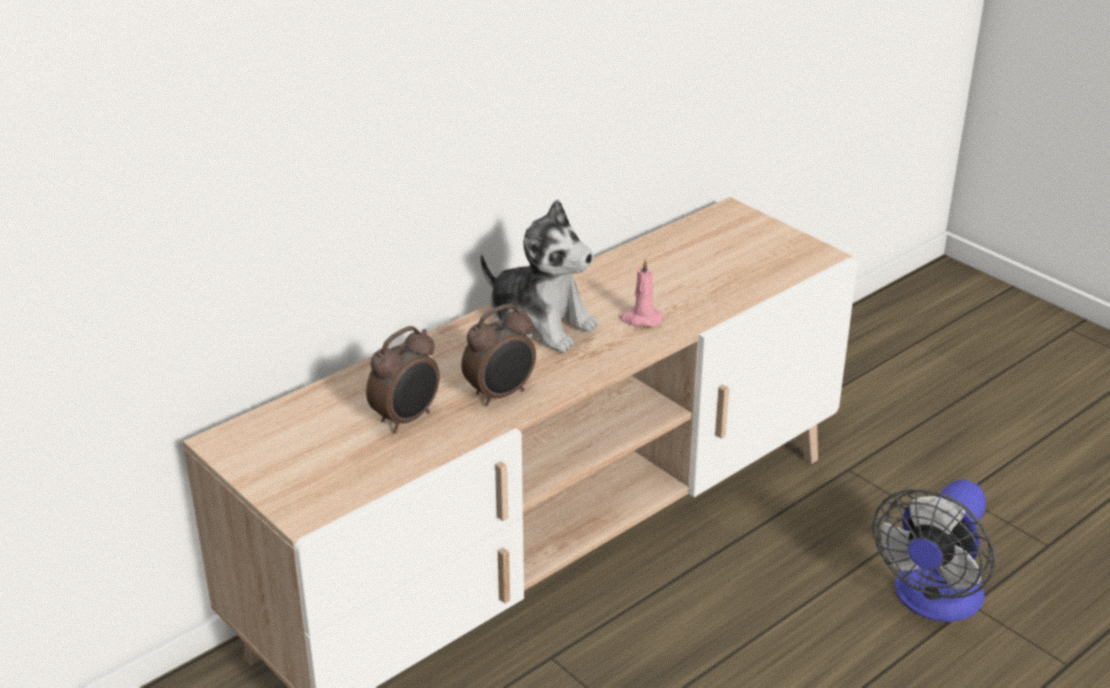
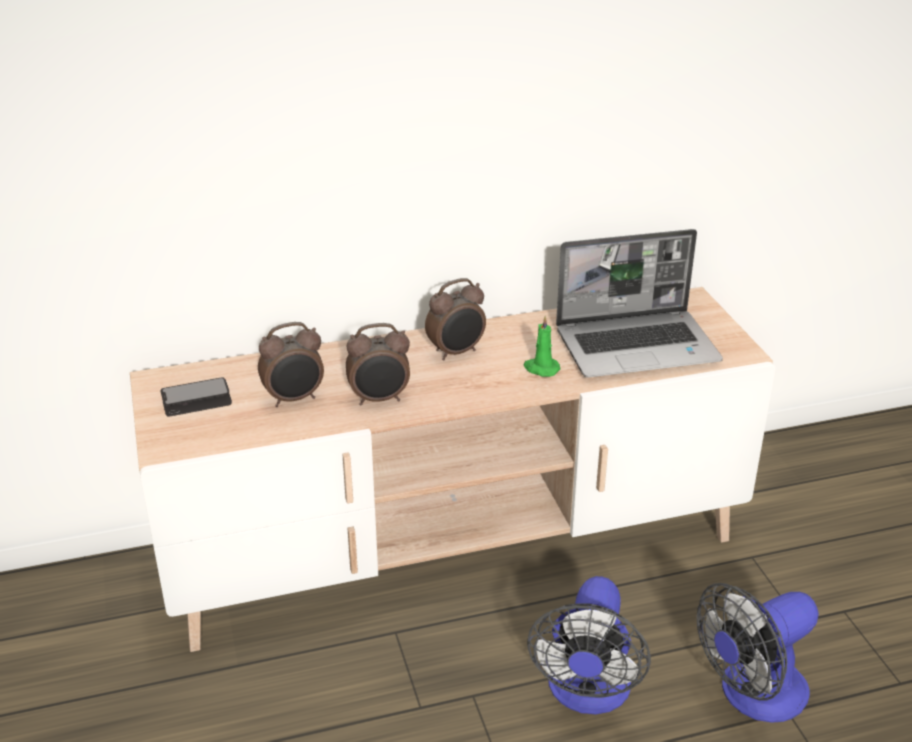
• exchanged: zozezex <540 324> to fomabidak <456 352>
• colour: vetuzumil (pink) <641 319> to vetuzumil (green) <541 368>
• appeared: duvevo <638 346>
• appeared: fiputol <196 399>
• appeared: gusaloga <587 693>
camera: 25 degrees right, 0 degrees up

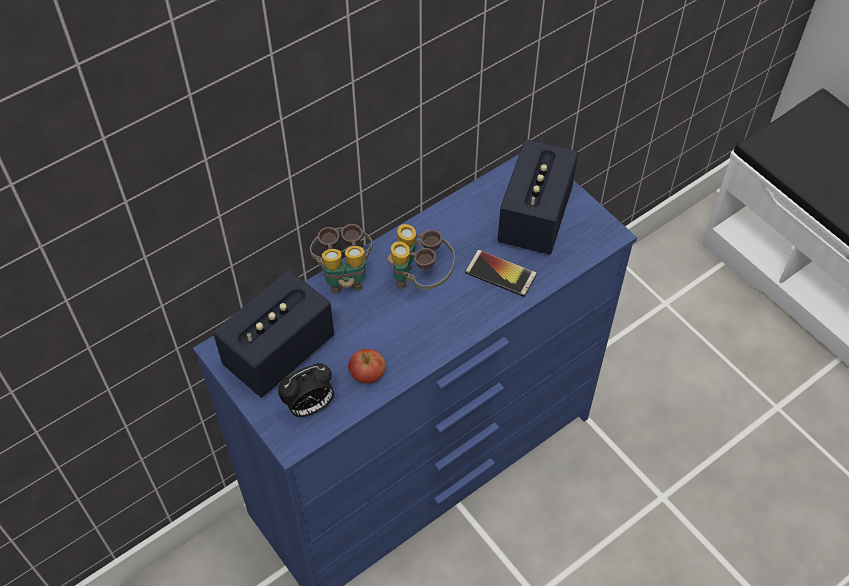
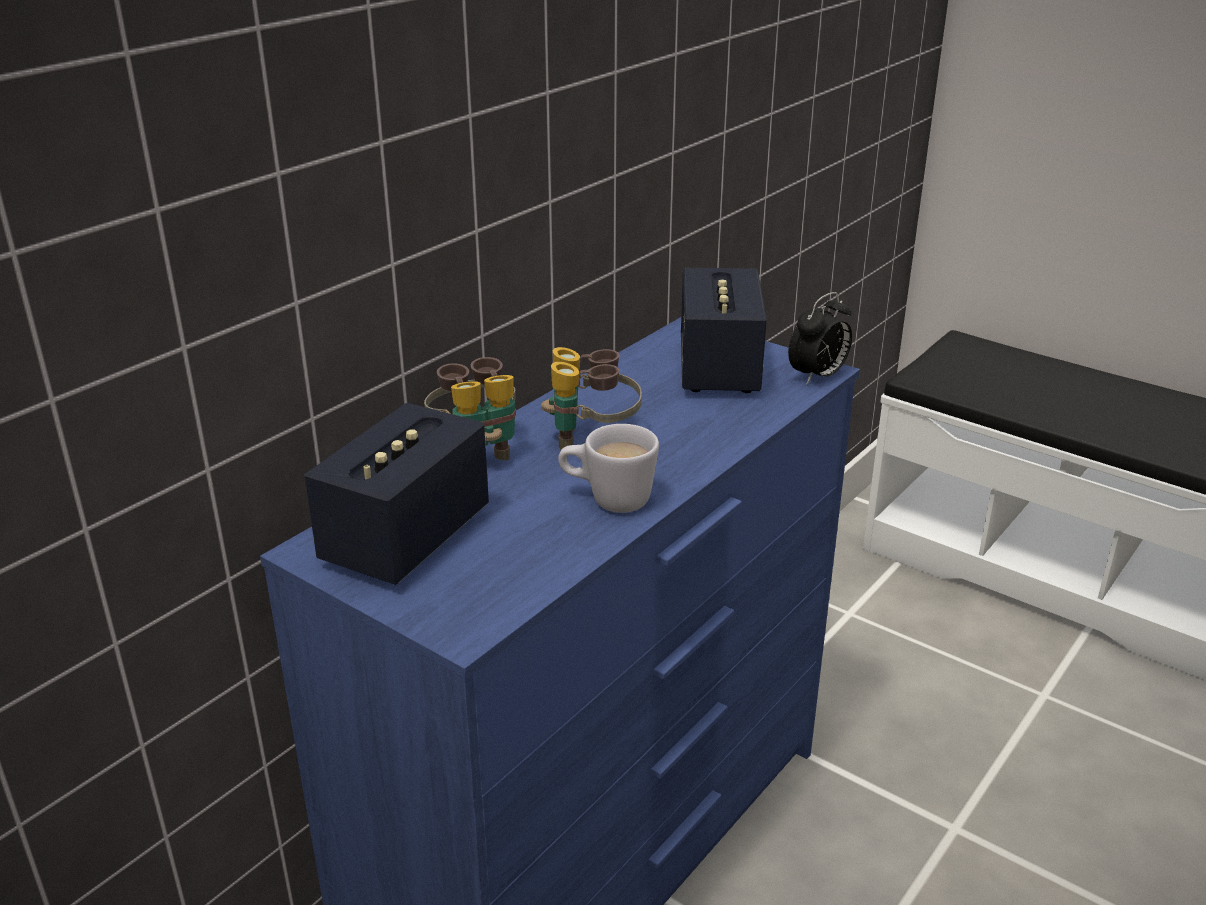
• missing: fiputol <500 273>
• missing: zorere <367 375>
• relocated: fomabidak <309 406> to <818 377>
• appeared: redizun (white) <607 499>
camera: 15 degrees left, 25 degrees down

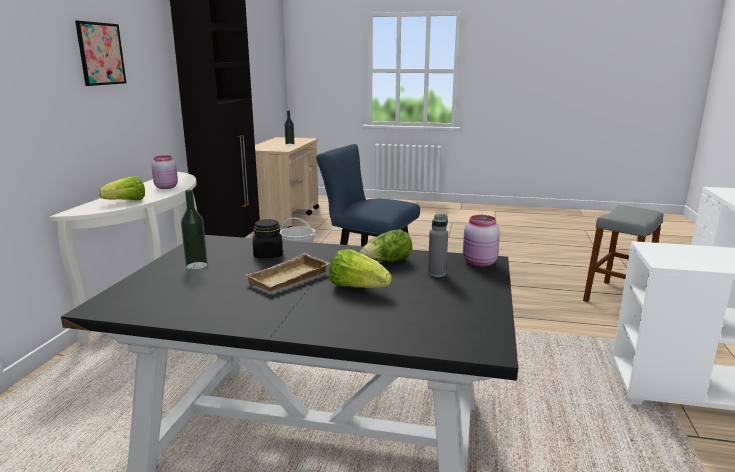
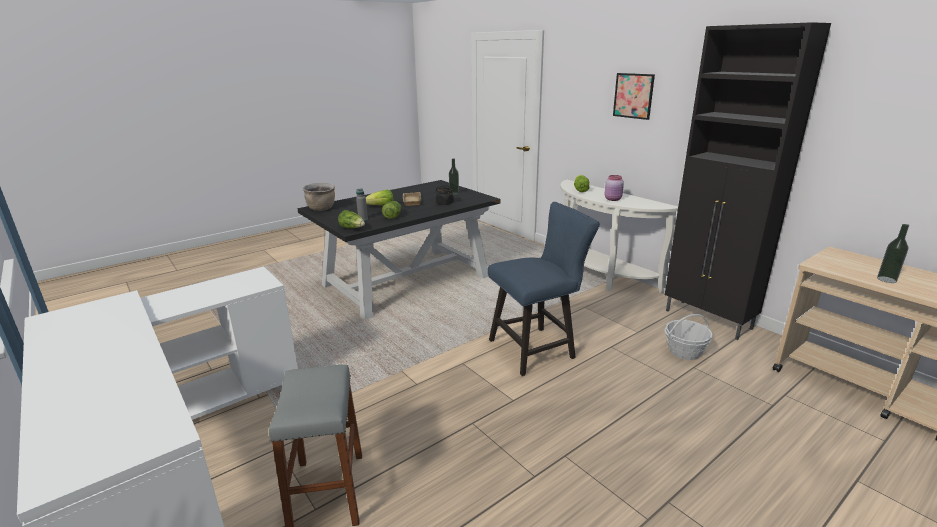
• exchanged: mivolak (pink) <479 263> to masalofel <352 228>
• appeared: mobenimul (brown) <322 209>
camera: 130 degrees right, 5 degrees up

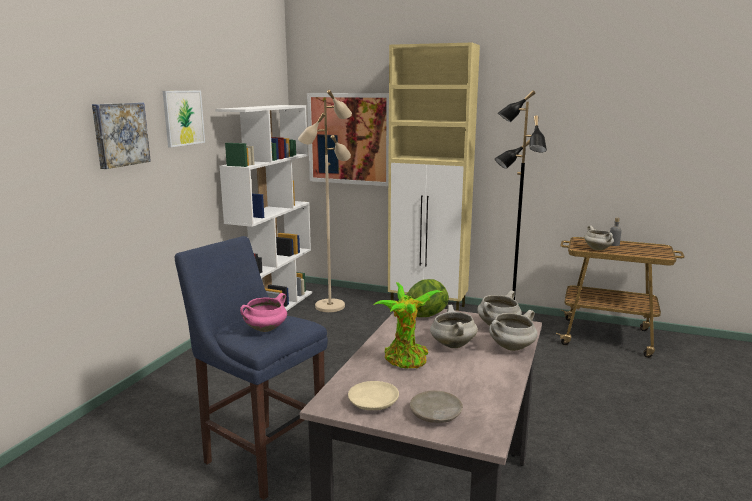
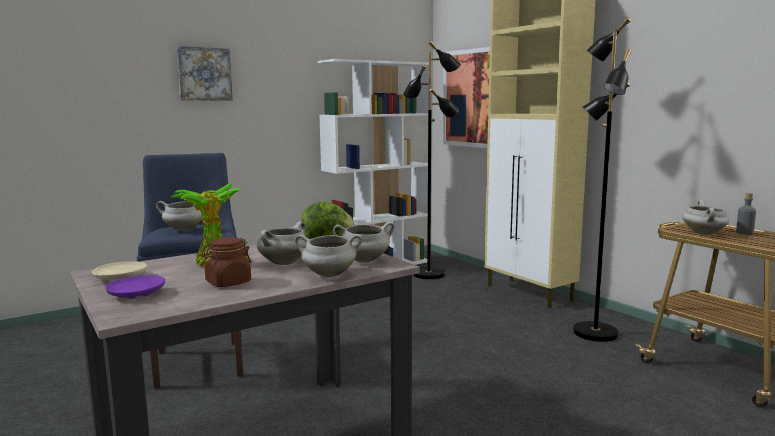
• missing: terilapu <183 118>
• colour: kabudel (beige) <330 306> to kabudel (black) <429 274>
• colour: mobenimul (pink) <265 329> to mobenimul (white) <183 230>
• colour: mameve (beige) <435 415> to mameve (purple) <136 295>
• appeared: mivolak (brown) <228 283>
camera: 35 degrees right, 5 degrees down

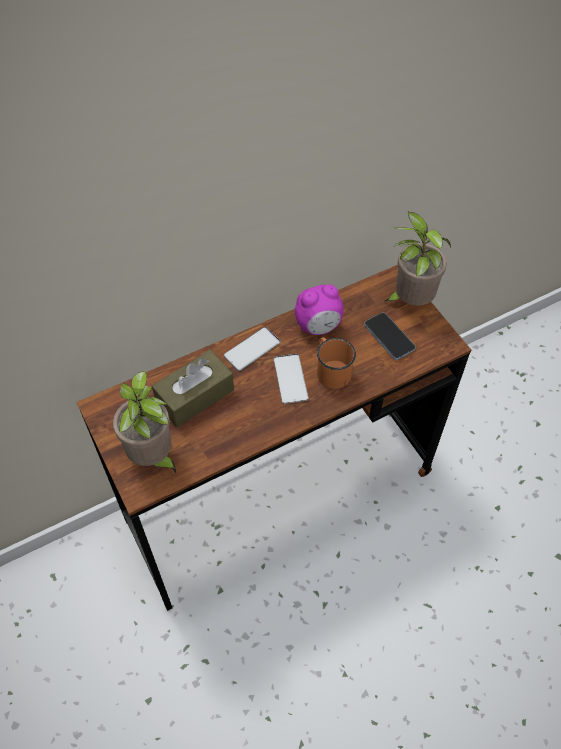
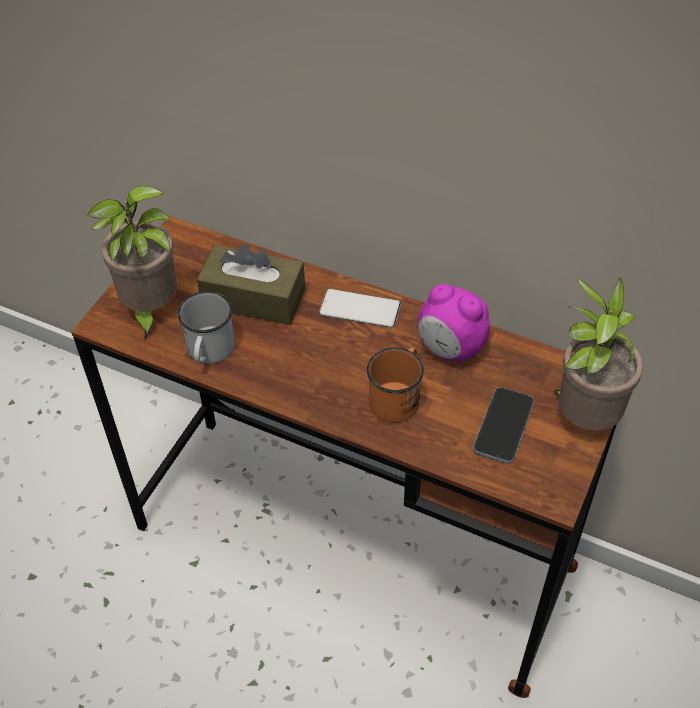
• missing: fiputol <290 379>
• appeared: redizun (white) <209 352>
camera: 55 degrees right, 5 degrees down

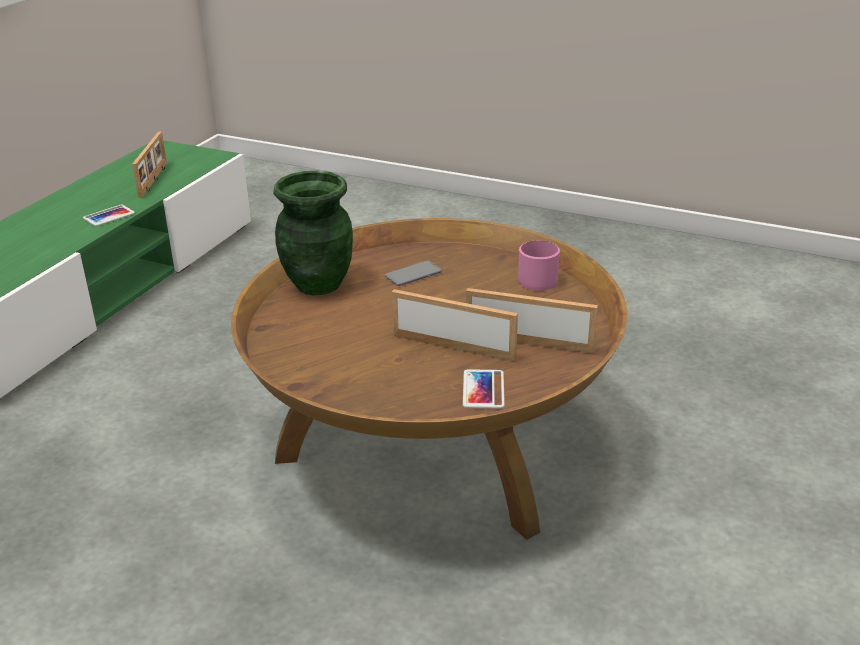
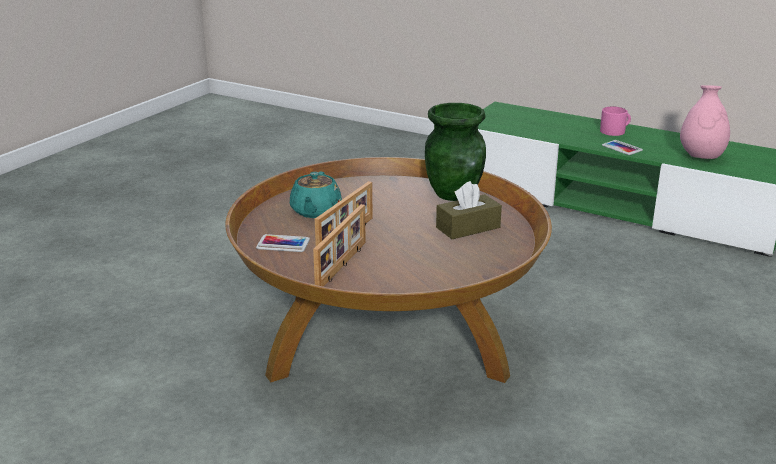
• exchanged: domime <154 180> to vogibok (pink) <701 157>
• relocated: redizun (pink) <535 278> to <615 131>
• exchanged: fiputol <413 274> to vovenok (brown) <468 227>
• appeared: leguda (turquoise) <315 211>
camera: 95 degrees right, 5 degrees down

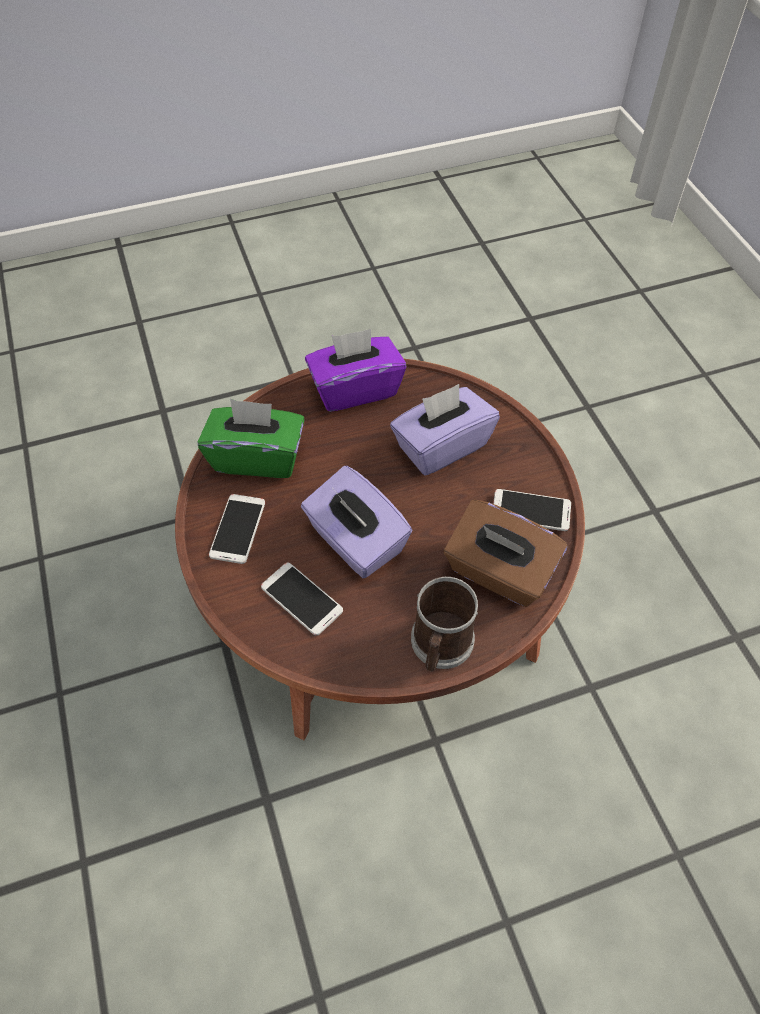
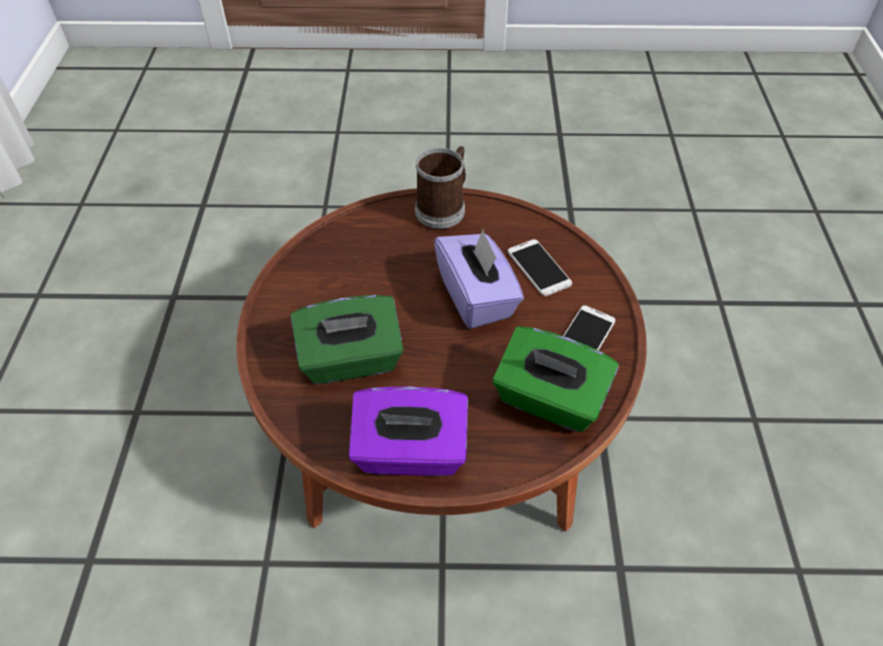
• colour: vovenok (purple) <441 446> to vovenok (green) <351 361>
• missing: fiputol <531 510>
• missing: vovenok (brown) <499 572>
camera: 160 degrees left, 5 degrees down

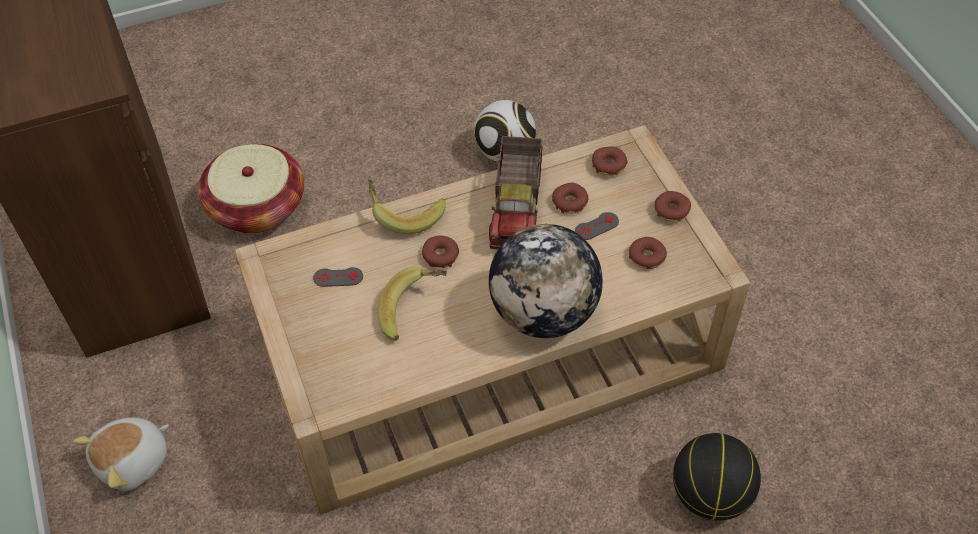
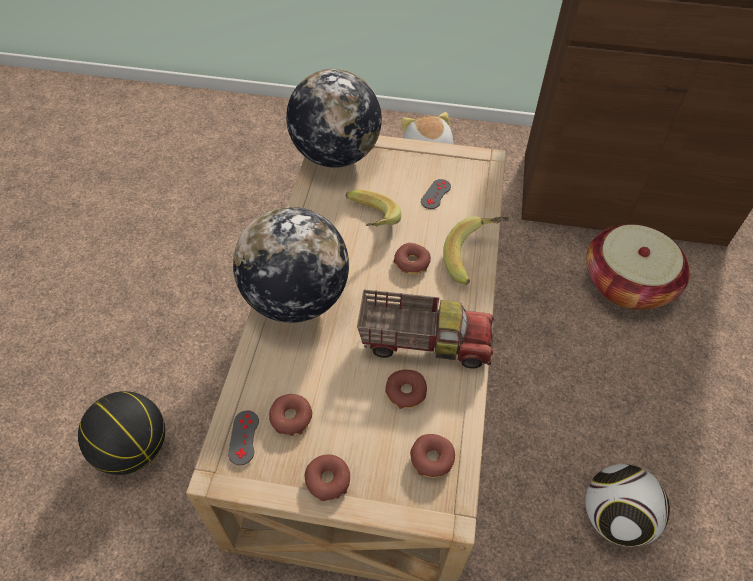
• spun: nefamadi <518 209> = <424 341> 150 degrees clockwise
• relocated: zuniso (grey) <596 226> to <244 437>
• appeared: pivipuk <335 155>
camera: 120 degrees right, 0 degrees up

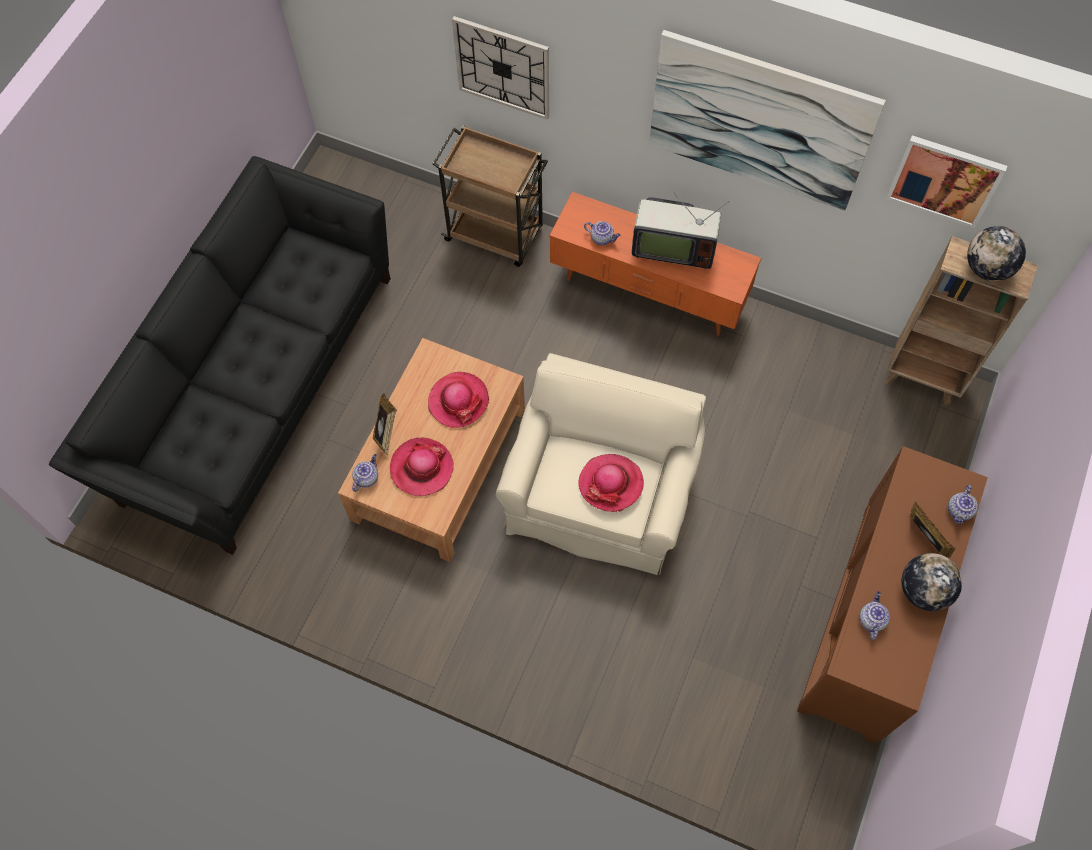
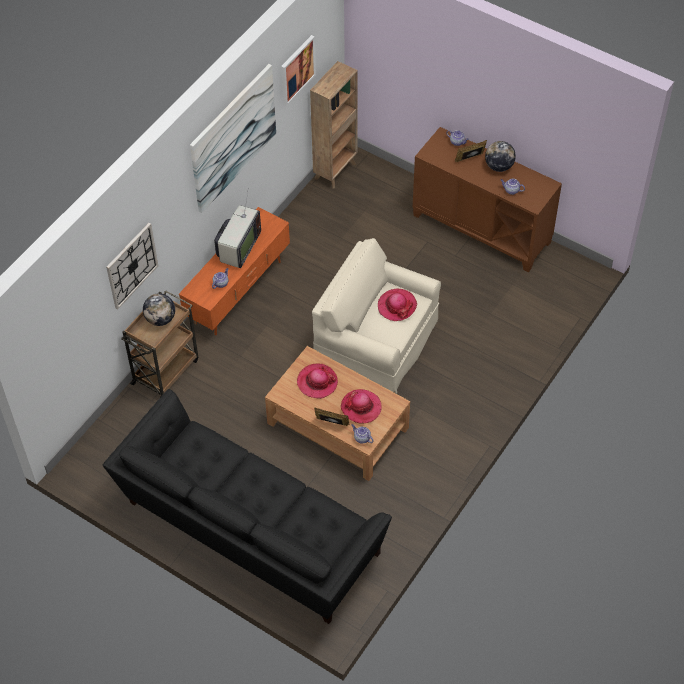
• relocated: pivipuk <987 269> to <160 319>
camera: 80 degrees left, 10 degrees down

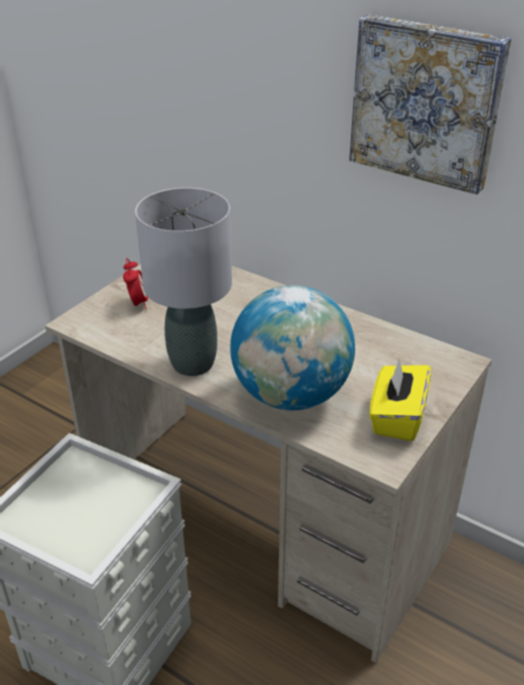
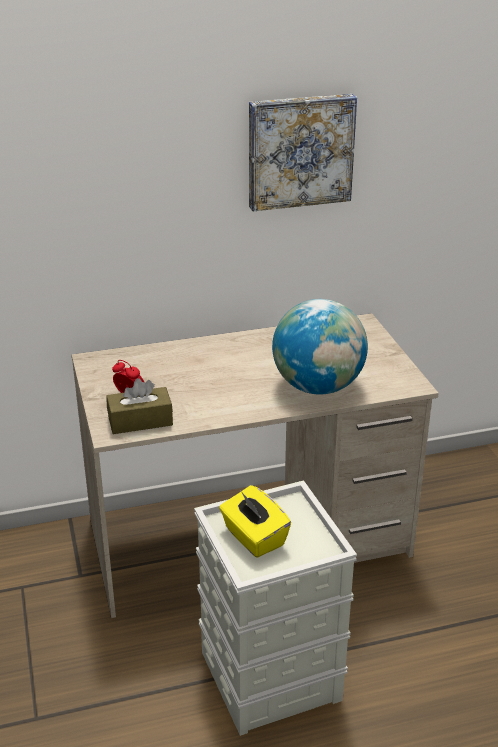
• missing: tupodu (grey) <192 363>
• relocated: vovenok (yellow) <396 418> to <254 537>
• appeared: vovenok (brown) <140 421>
camera: 50 degrees left, 5 degrees down

